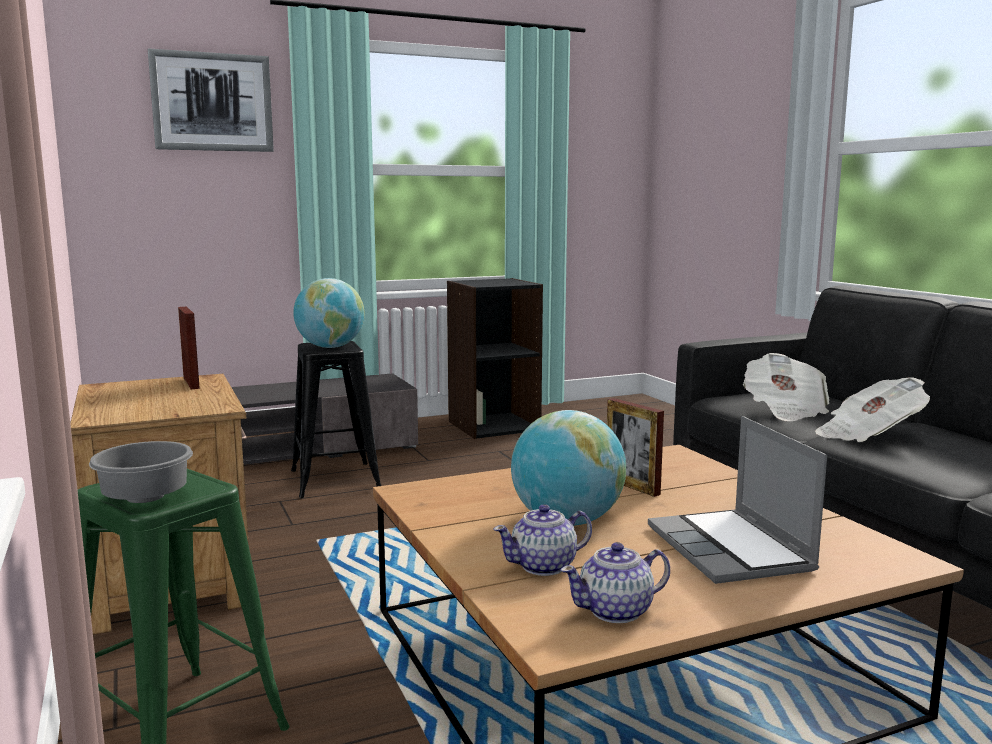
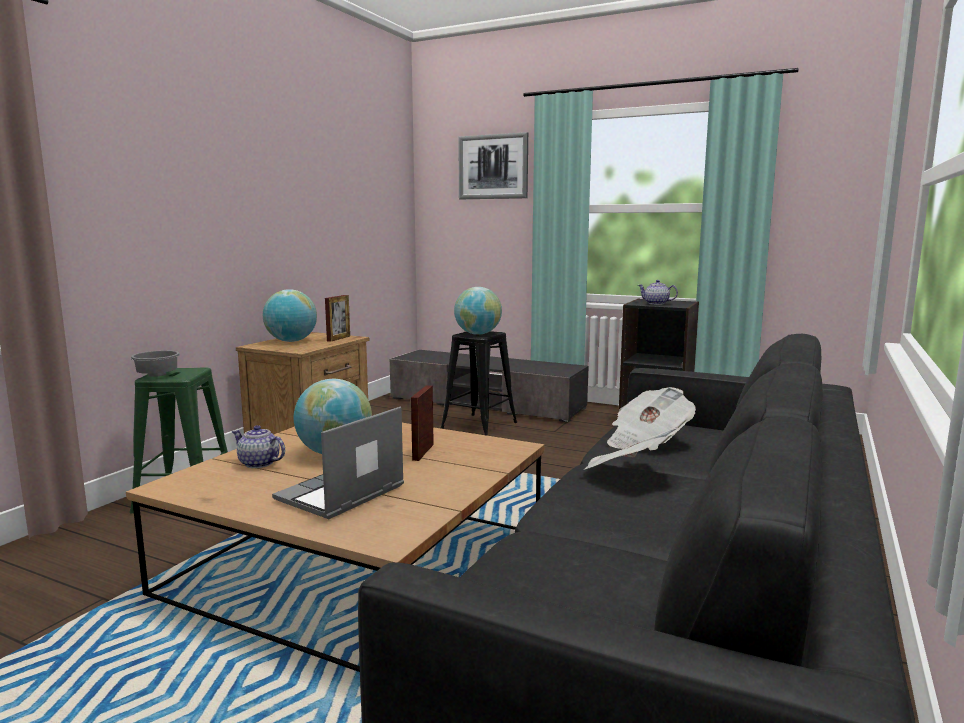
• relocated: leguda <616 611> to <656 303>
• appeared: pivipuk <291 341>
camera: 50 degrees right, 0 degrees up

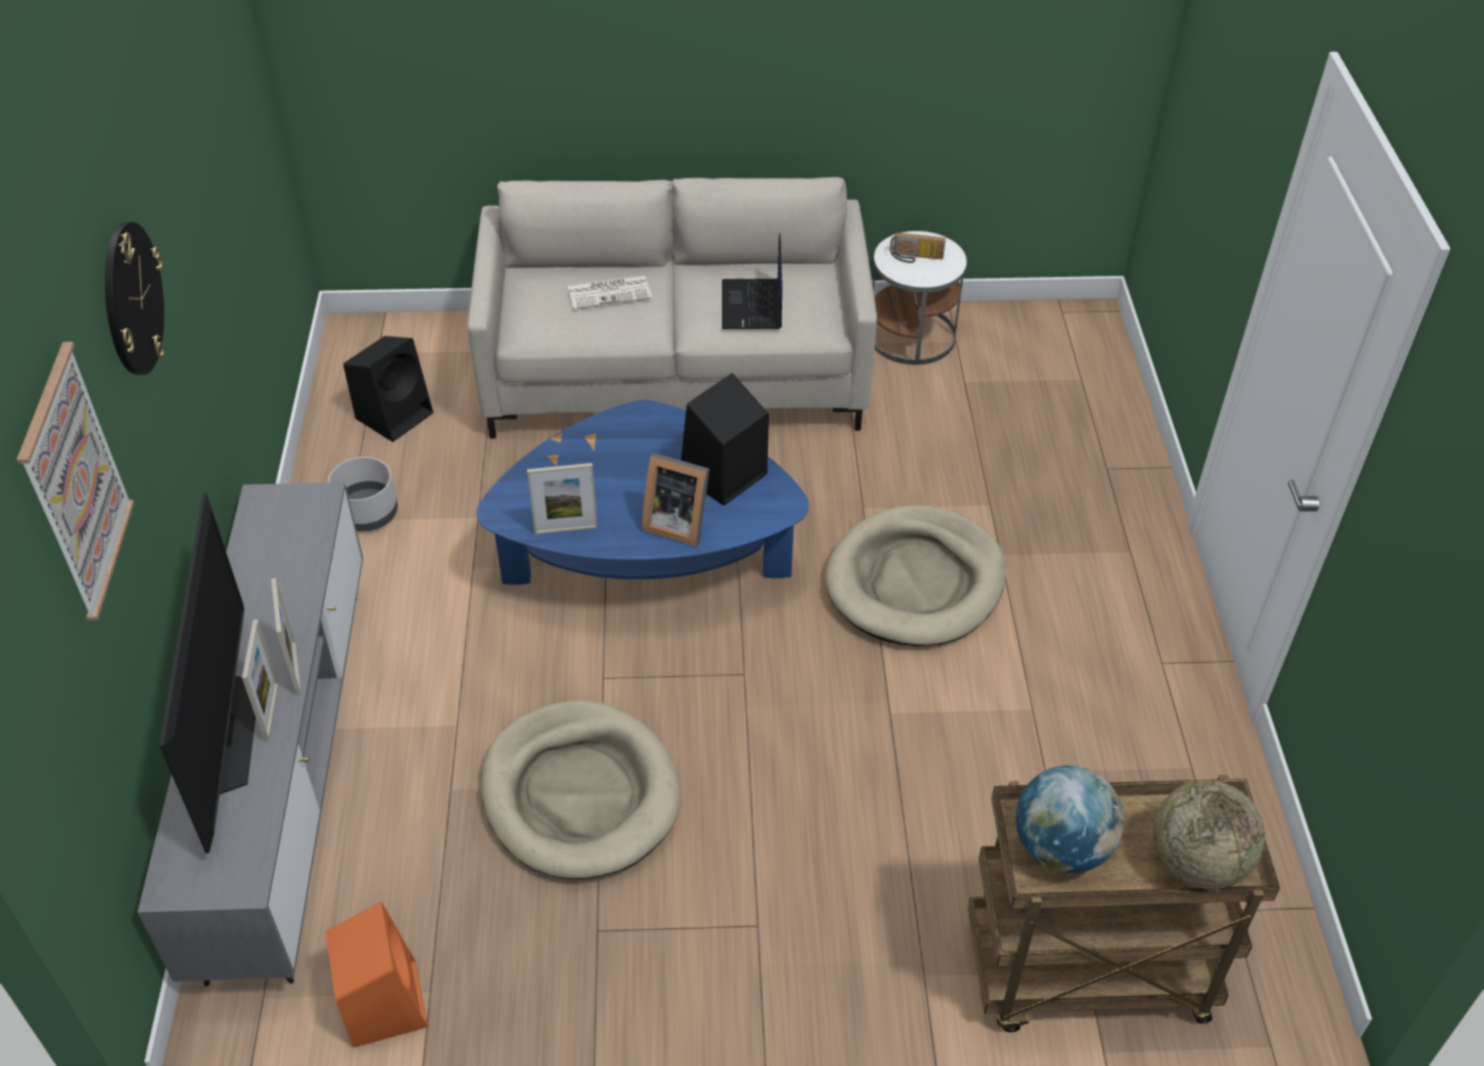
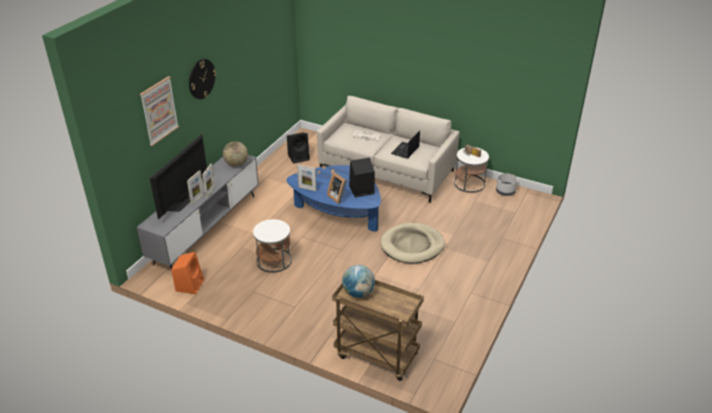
• relocated: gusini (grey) <367 513> to <505 191>
• exchanged: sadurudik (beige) <580 794> to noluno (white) <274 260>
• relocated: pivipuk <1197 863> to <236 164>
camera: 30 degrees right, 10 degrees down

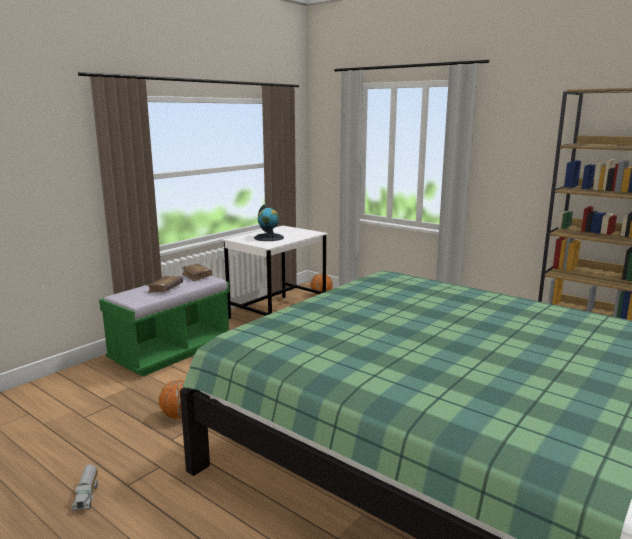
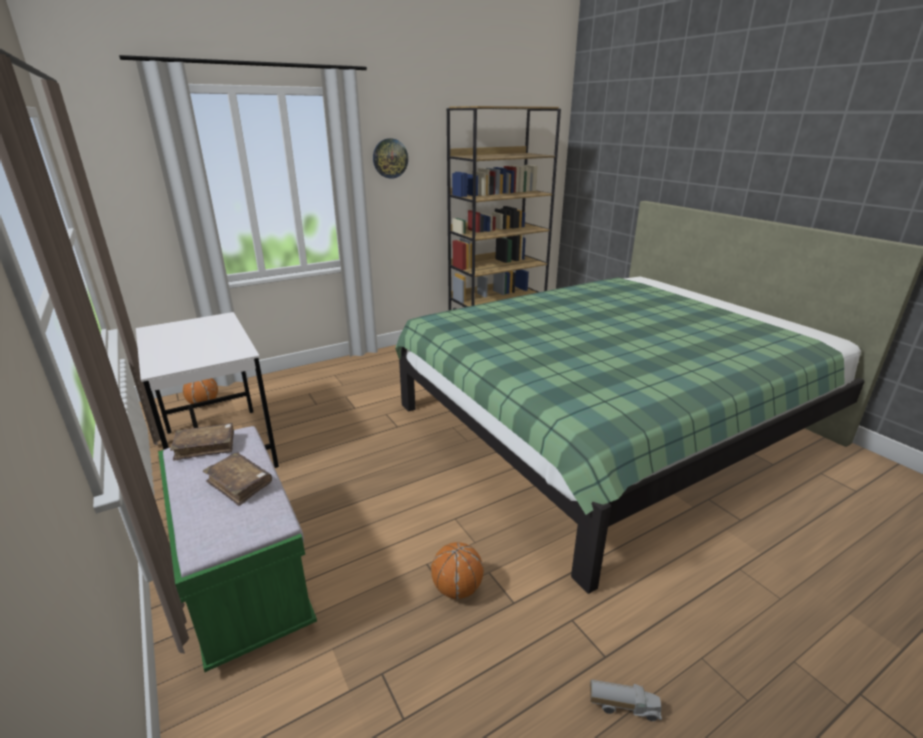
• missing: pivipuk <269 237>
• appeared: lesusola <390 158>
camera: 70 degrees left, 10 degrees up

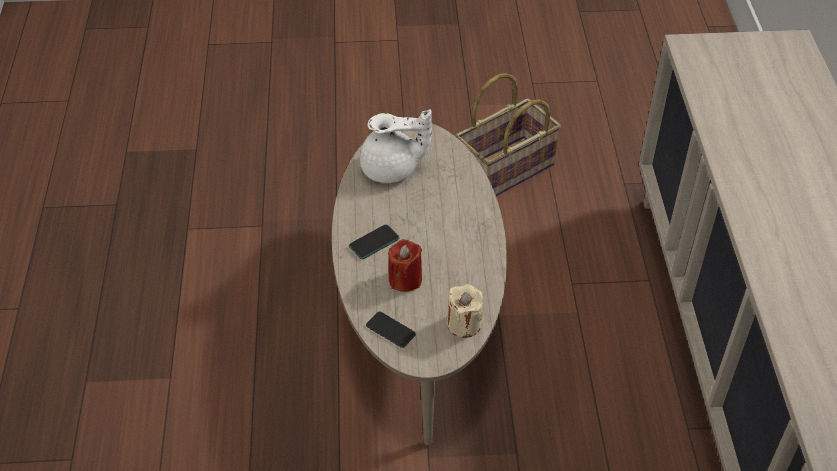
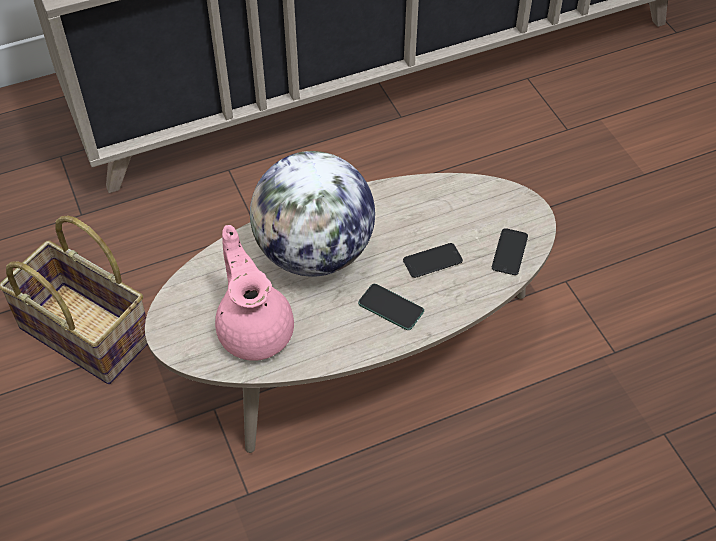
• colour: leguda (white) <392 169> to leguda (pink) <255 329>
• exchanged: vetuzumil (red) <405 279> to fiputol <432 261>
• missing: vetuzumil (beige) <464 324>
• appeared: pivipuk <315 253>
camera: 110 degrees left, 5 degrees up

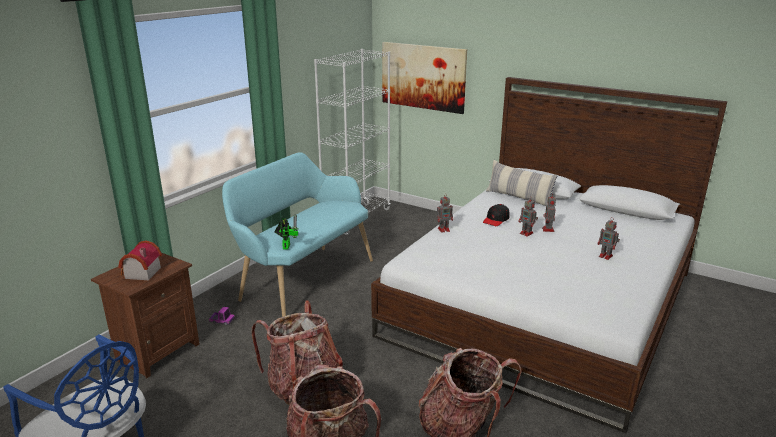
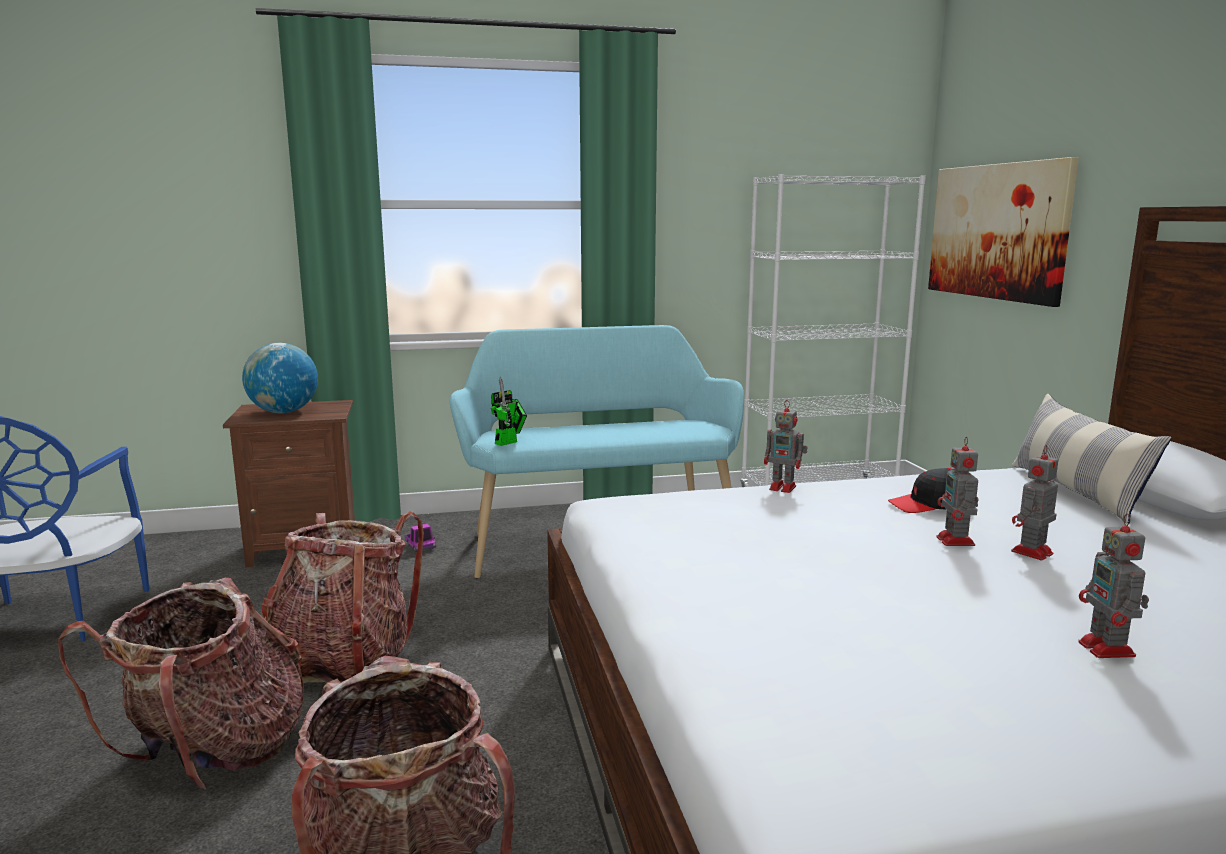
• exchanged: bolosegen <140 273> to pivipuk <283 412>
camera: 45 degrees right, 10 degrees down

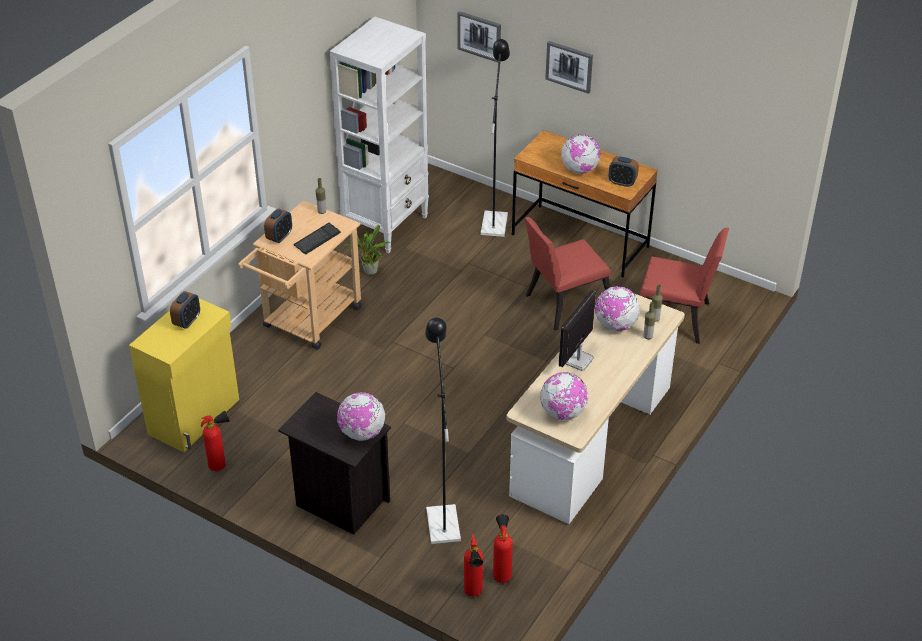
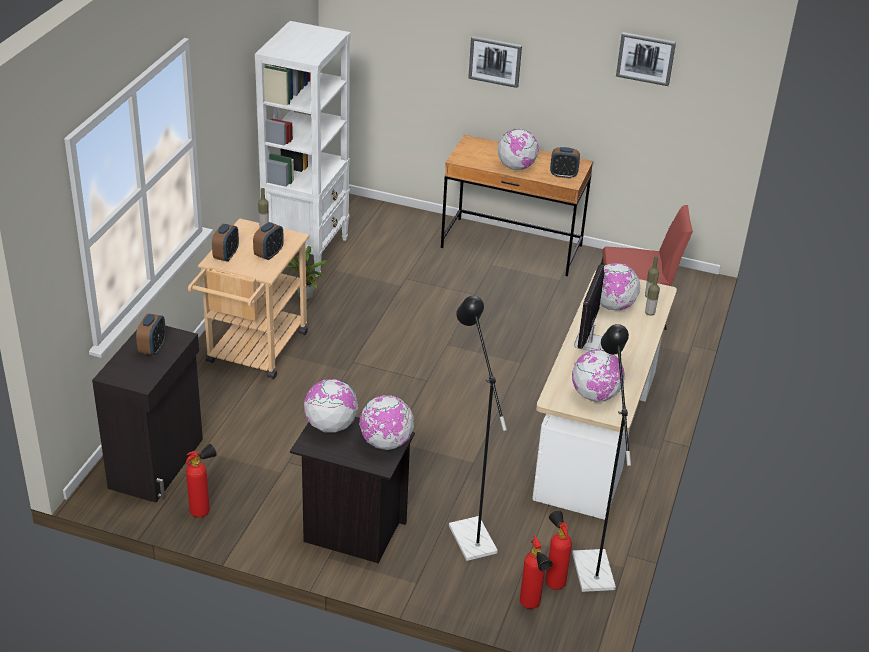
• relocated: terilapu <479 36> to <645 58>
• relocated: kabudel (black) <494 220> to <590 563>
• missing: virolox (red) <564 304>
• exchanged: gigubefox <317 239> to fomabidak <269 254>
• colour: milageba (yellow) <195 416> to milageba (black) <158 463>
• appeared: pivipuk <330 426>
camera: 15 degrees left, 5 degrees down

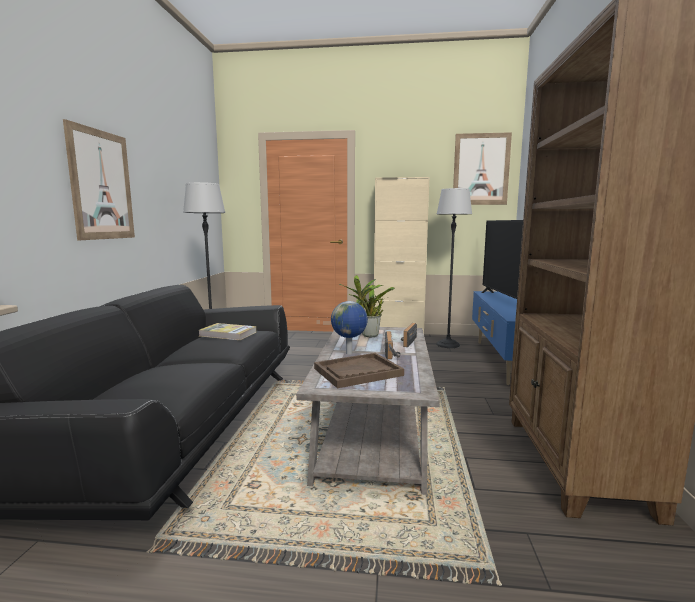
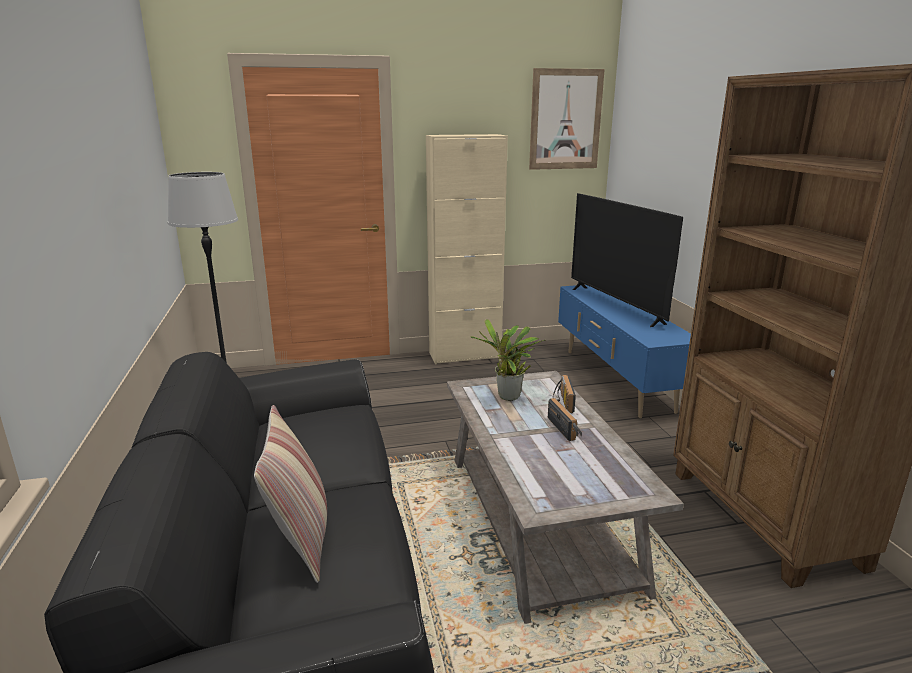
• missing: terilapu <101 185>
• missing: kabudel <448 344>
• missing: pivipuk <349 353>
• missing: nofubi <228 334>
• missing: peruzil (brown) <358 372>
• appeared: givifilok <301 539>
camera: 20 degrees left, 10 degrees up

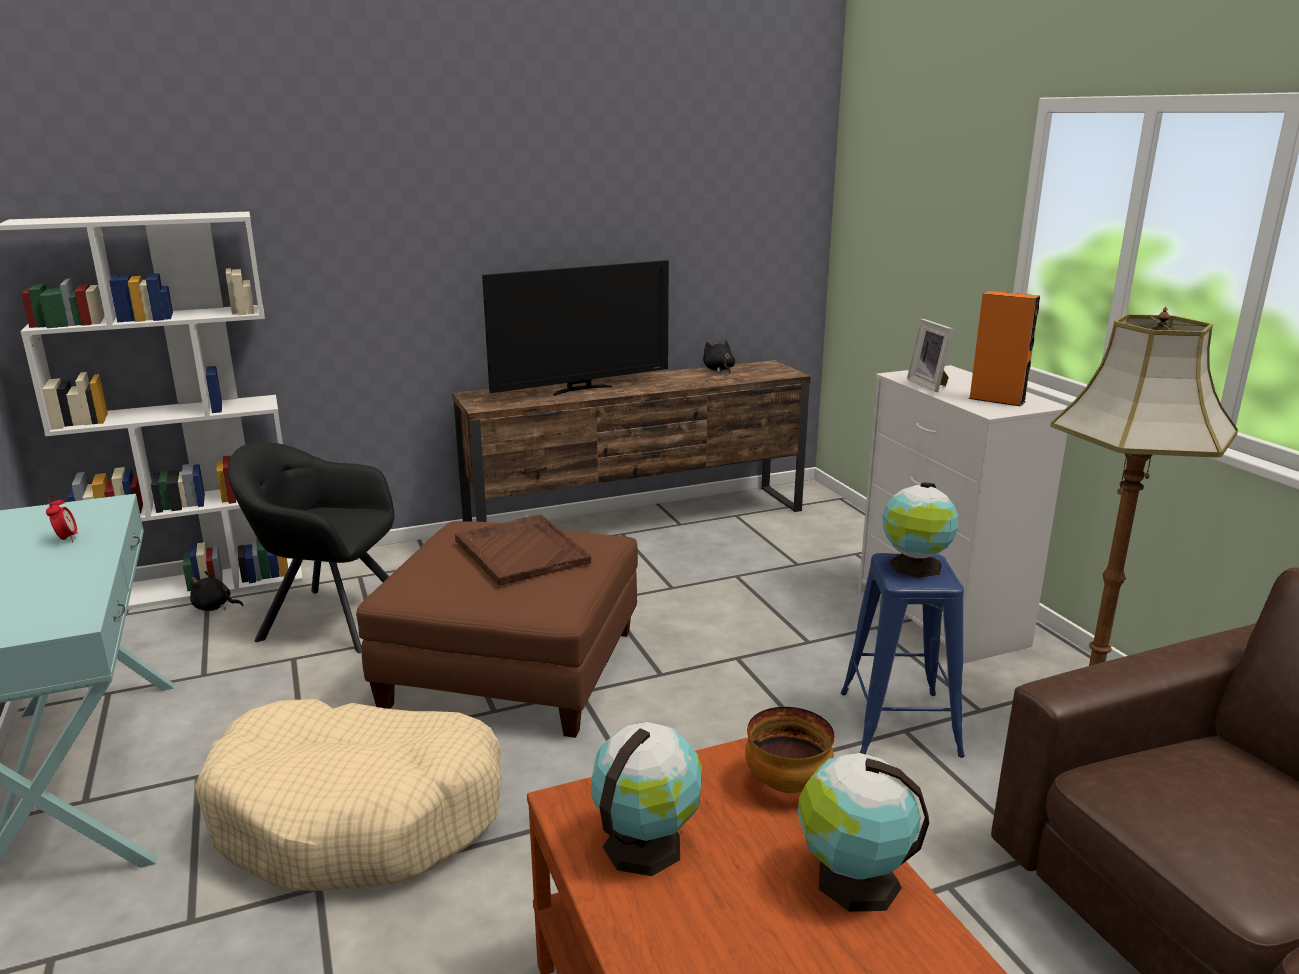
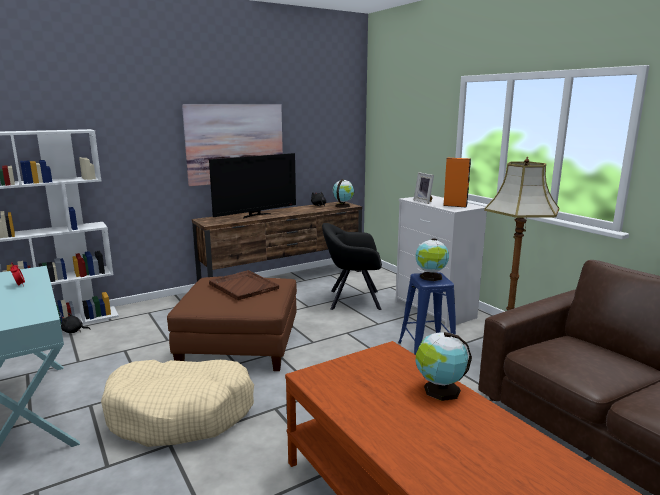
• relocated: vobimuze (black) <329 618> to <352 300>
• missing: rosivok <787 784>
• relocated: pivipuk <645 843> to <343 206>
• appeared: terilapu <235 143>
camera: 10 degrees left, 5 degrees down

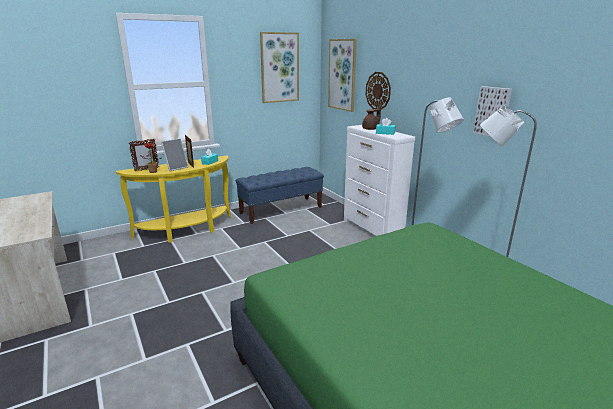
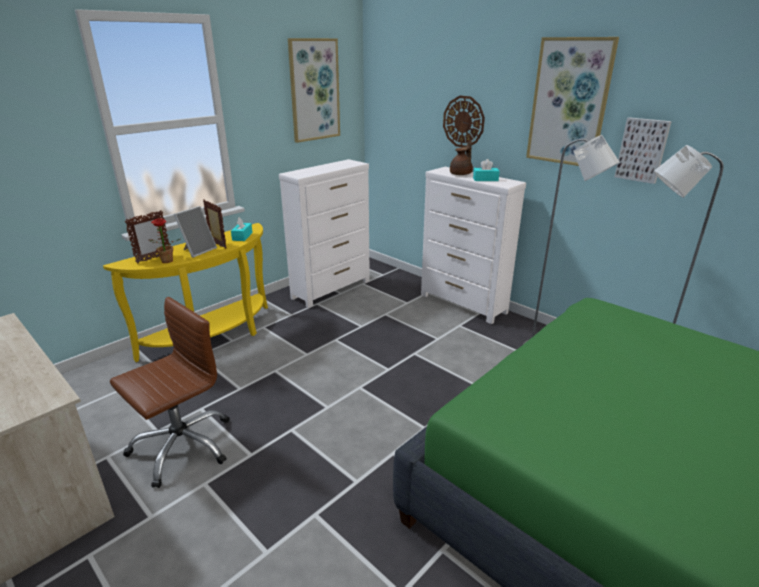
• relocated: terilapu <342 75> to <569 102>
• exchanged: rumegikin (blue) <281 210> to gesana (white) <332 289>
• appeared: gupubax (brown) <182 446>
camera: 15 degrees left, 5 degrees up

